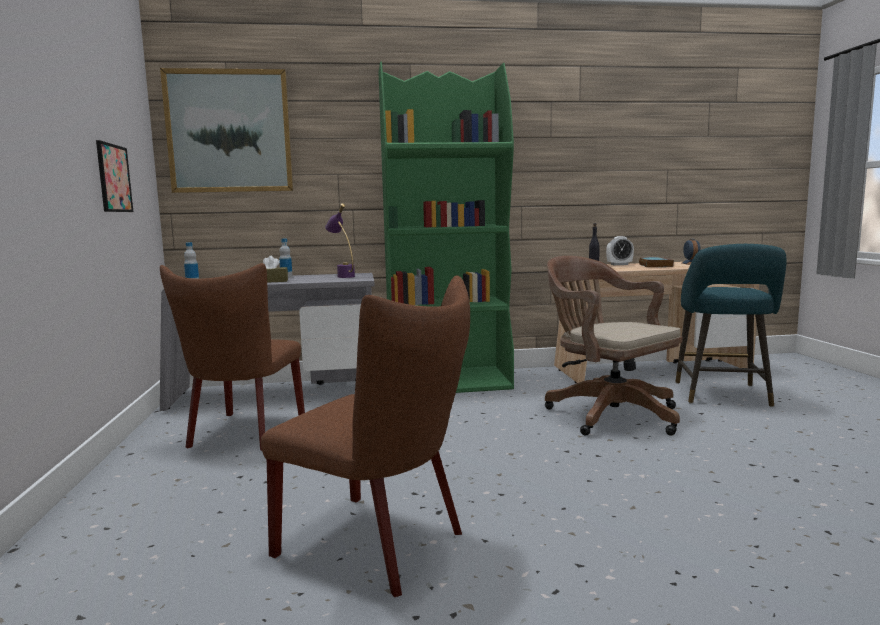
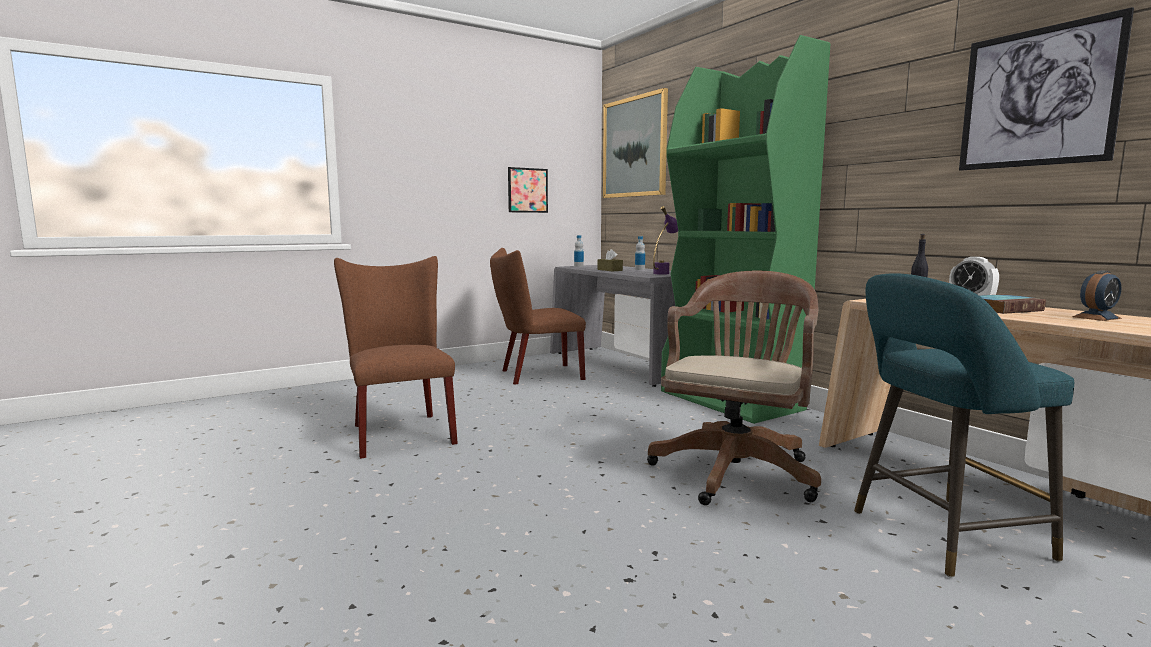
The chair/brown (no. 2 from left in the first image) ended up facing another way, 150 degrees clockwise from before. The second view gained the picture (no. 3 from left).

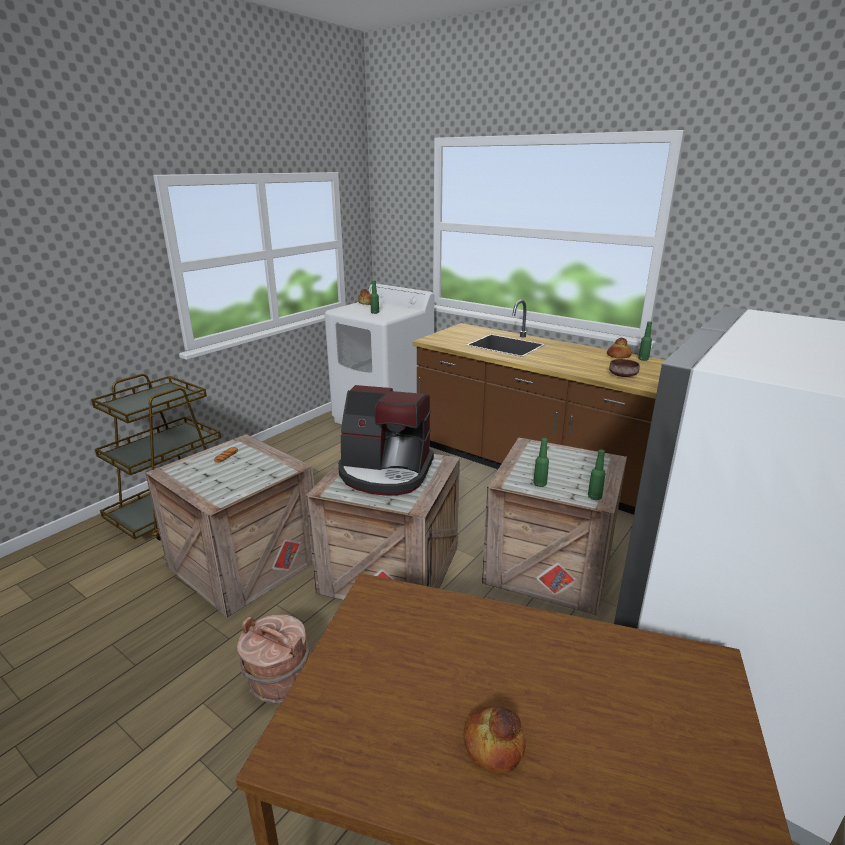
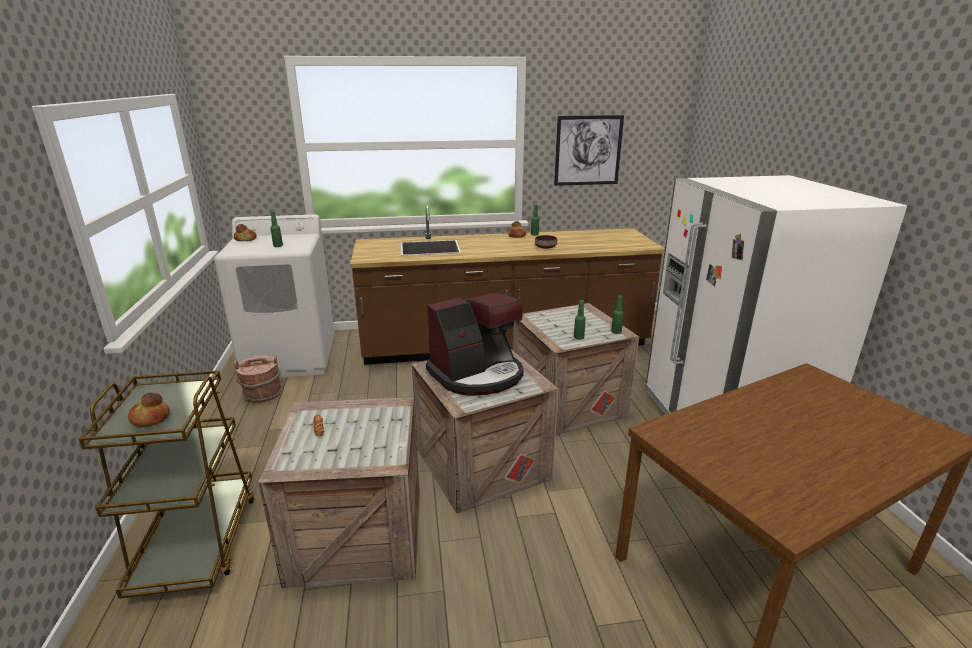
The bread (no. 3 from left in the first image) ended up elsewhere. The bucket/brown ended up elsewhere. The second view gained the picture.

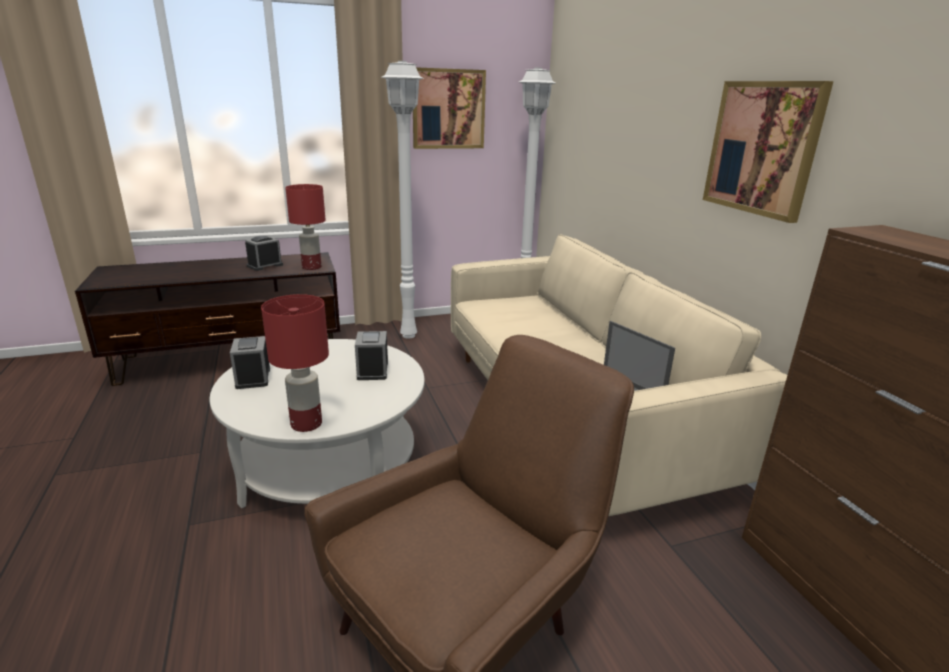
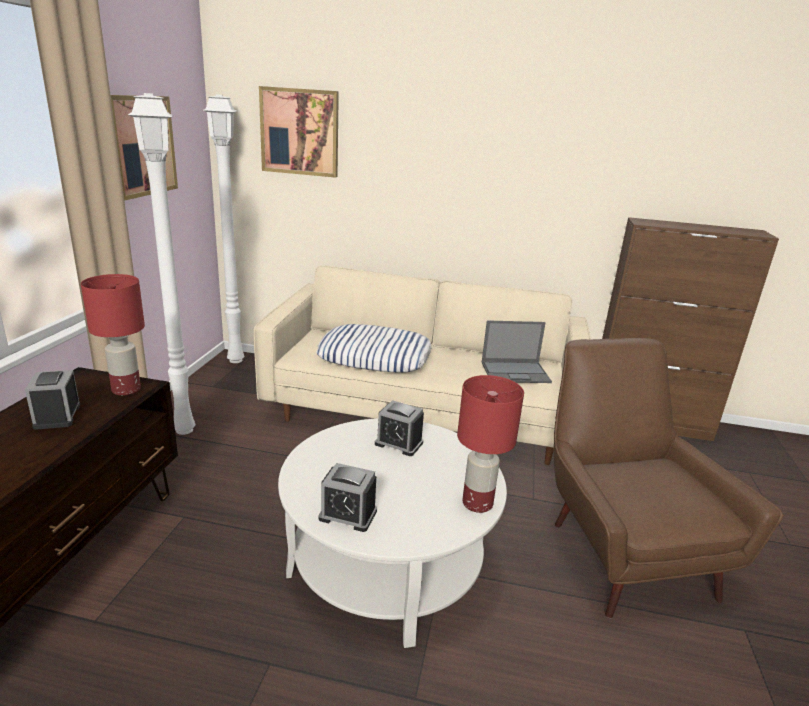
The picture (no. 2 from left) ended up elsewhere. The second view gained the pillow.

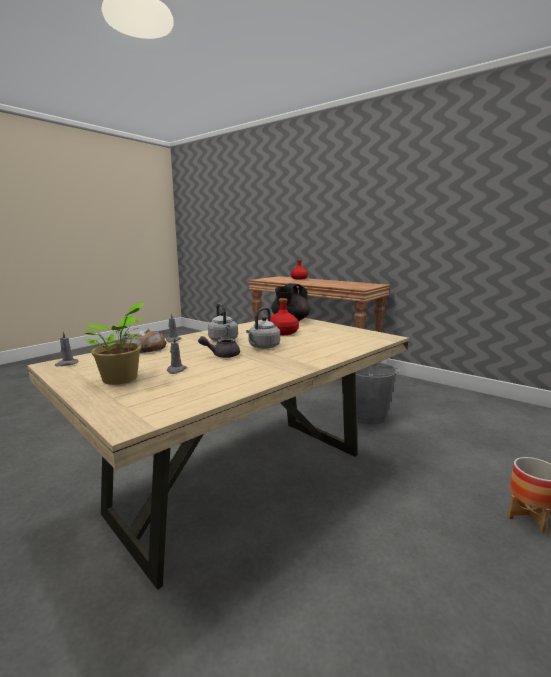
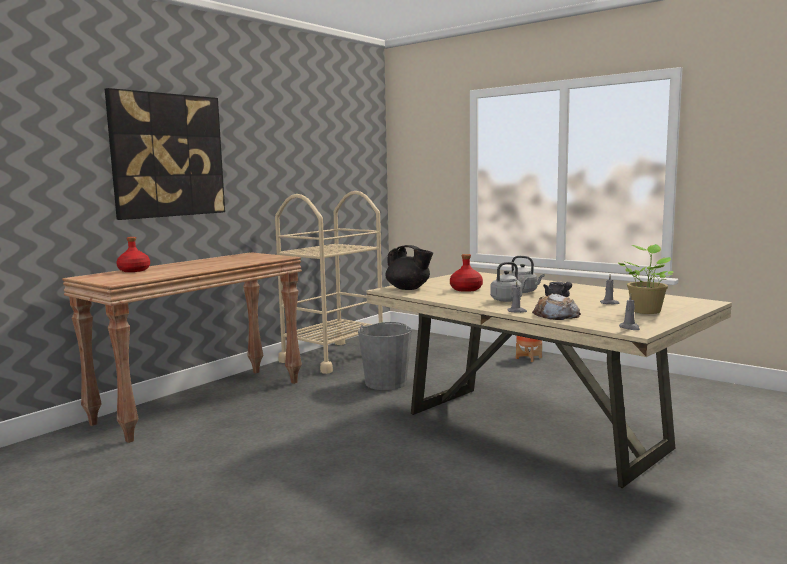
The second view gained the picture. The second view gained the cart/beige.

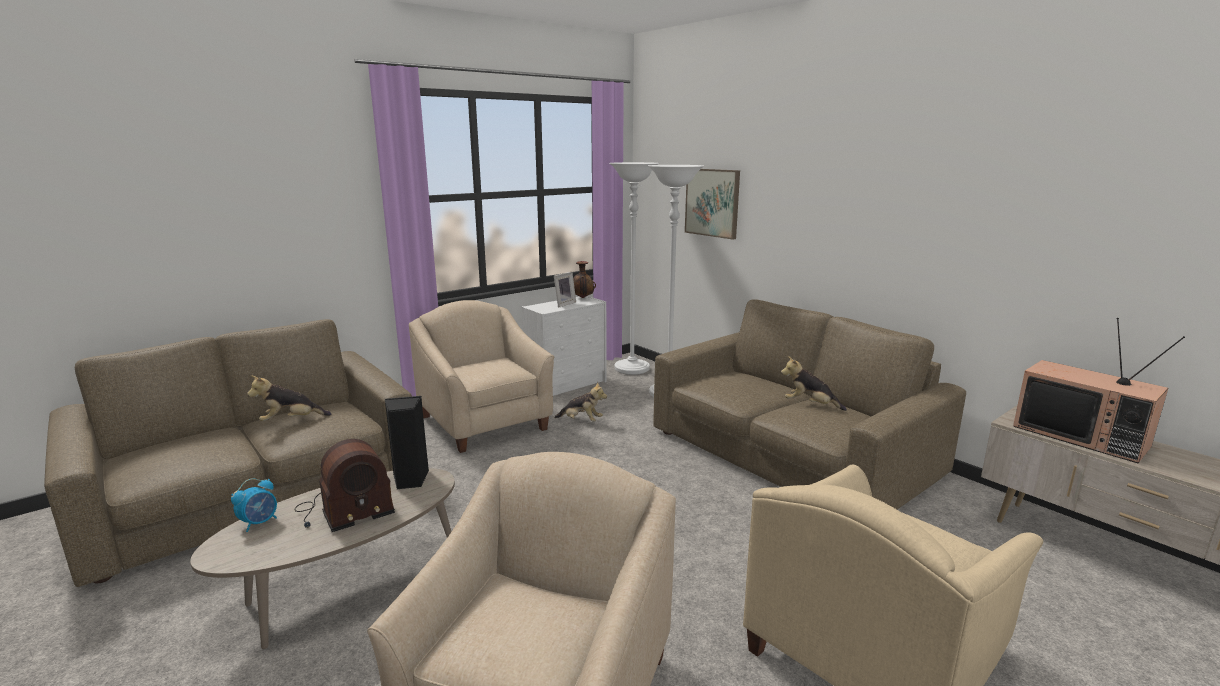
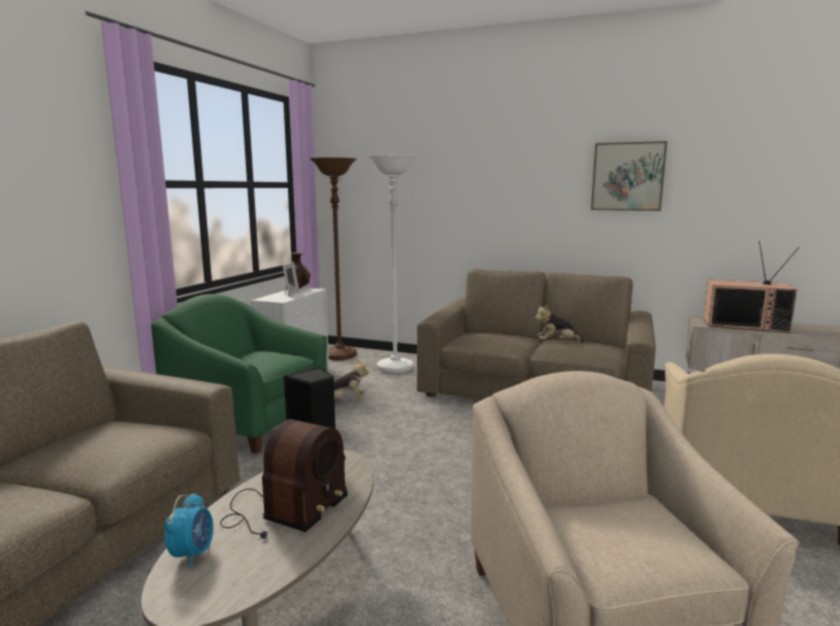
What was the armchair/beige (no. 1 from left) turned into the armchair/green. What was the floor lamp/white (no. 1 from left) turned into the floor lamp/brown. The picture ended up elsewhere. The second view lost the plush toy (no. 1 from left).

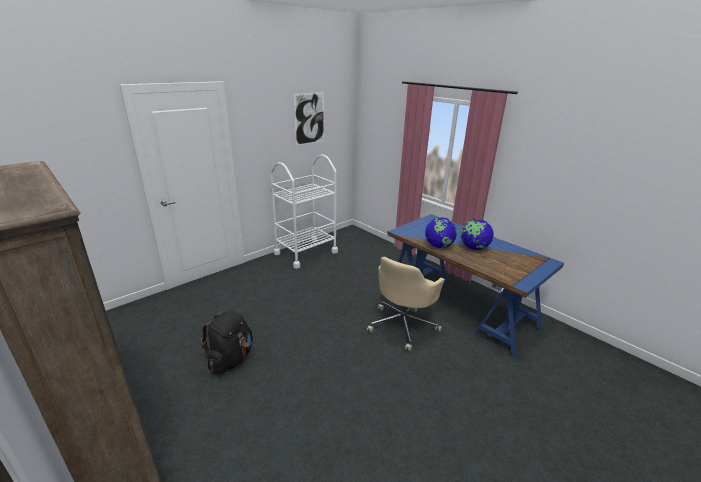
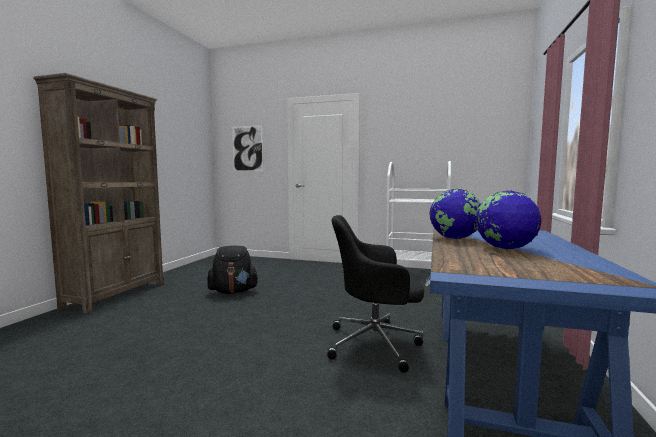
The picture ended up elsewhere. What was the office chair/beige turned into the office chair/black.

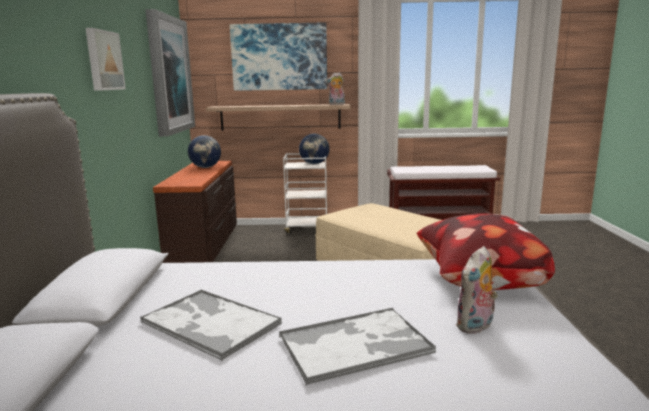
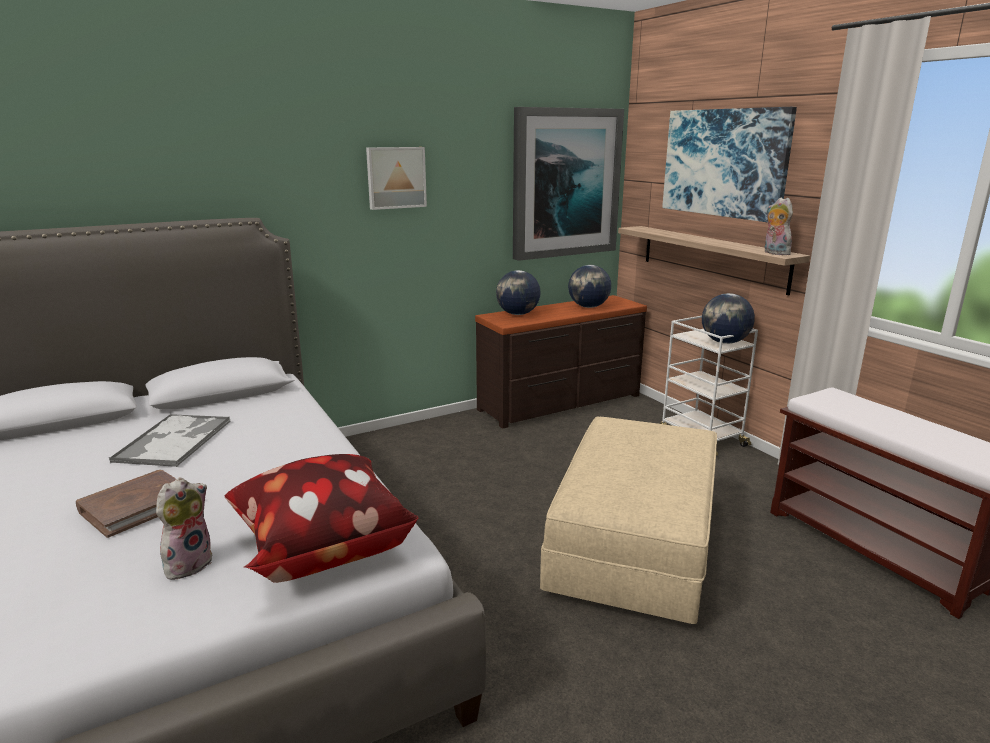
Where the tray (no. 2 from left) stood, the book/brown came to stand. The plush toy (no. 2 from left in the first image) ended up facing another way, 105 degrees clockwise from before. The second view gained the globe (no. 1 from left).

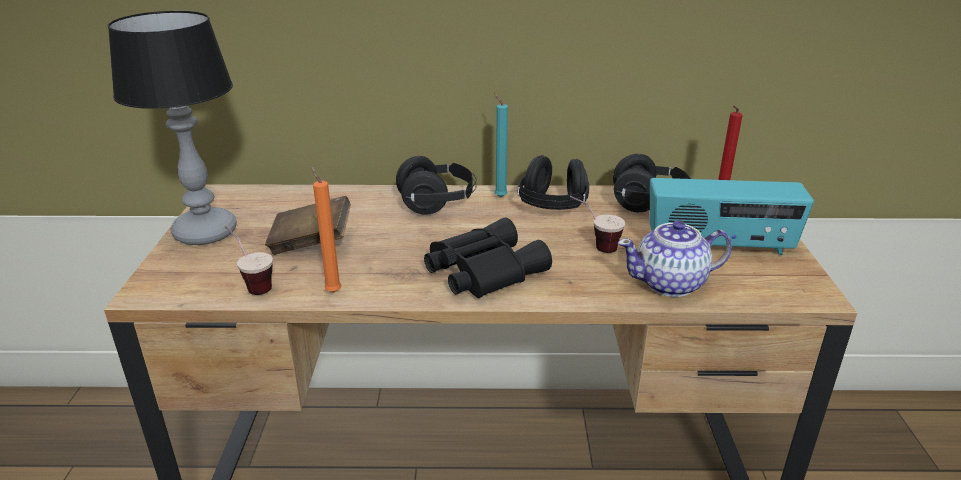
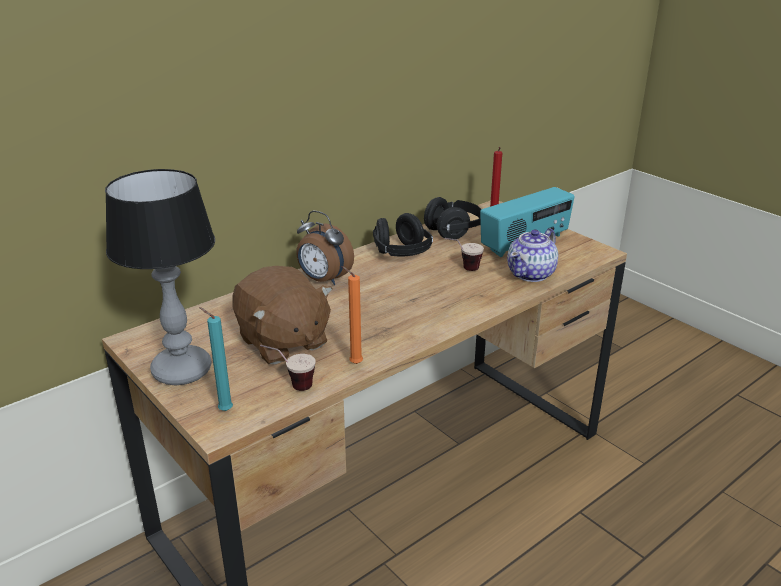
The candle/turquoise ended up elsewhere. Where the book/brown stood, the plush toy/brown came to stand. Where the headphones/black (no. 1 from left) stood, the alarm clock came to stand. The second view lost the binoculars/black.

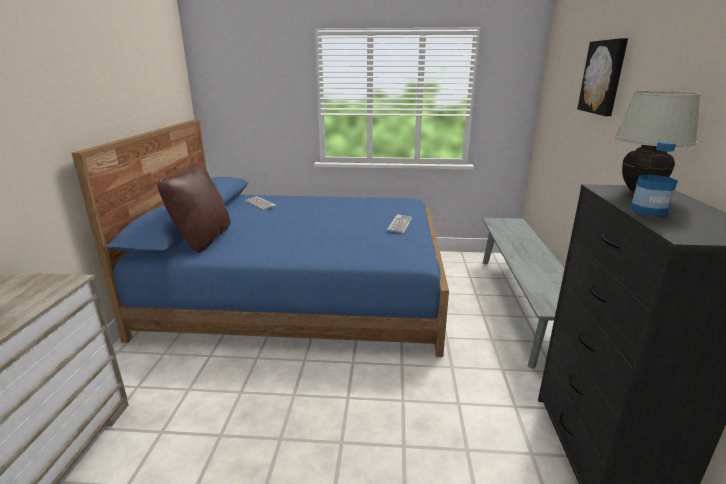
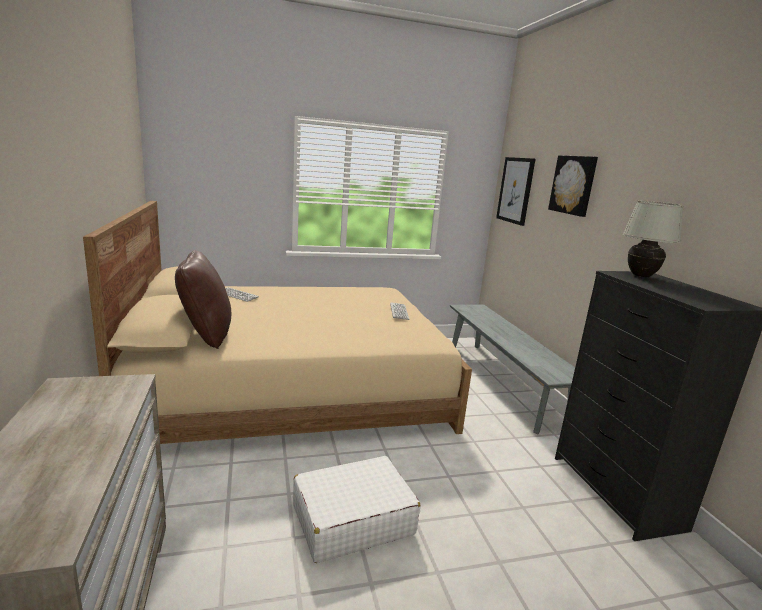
What was the bed/blue turned into the bed/beige. The second view gained the suitcase/white. The second view gained the picture (no. 1 from left). The second view lost the bottle.

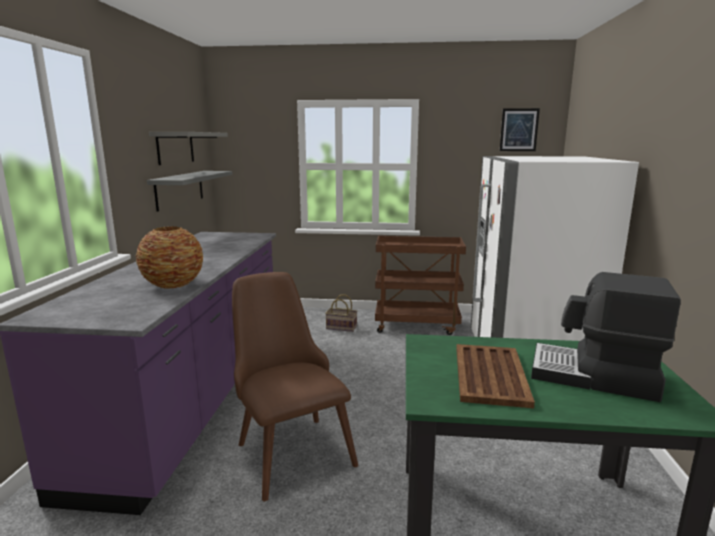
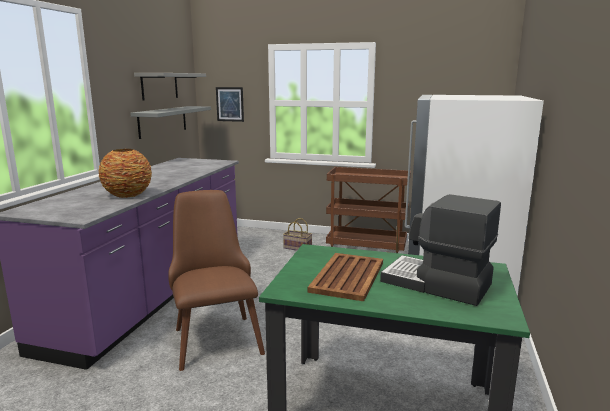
The picture ended up elsewhere.

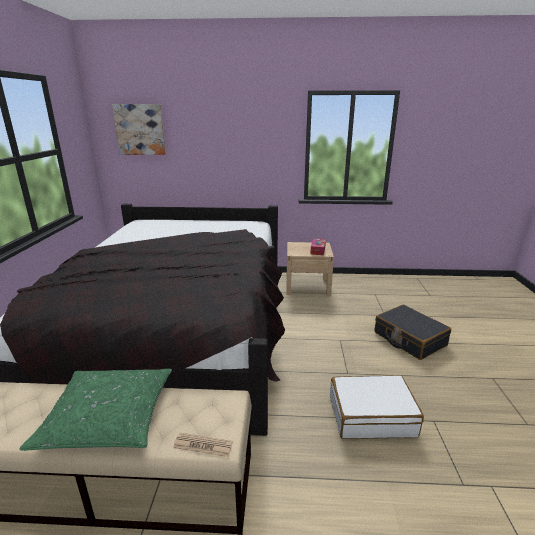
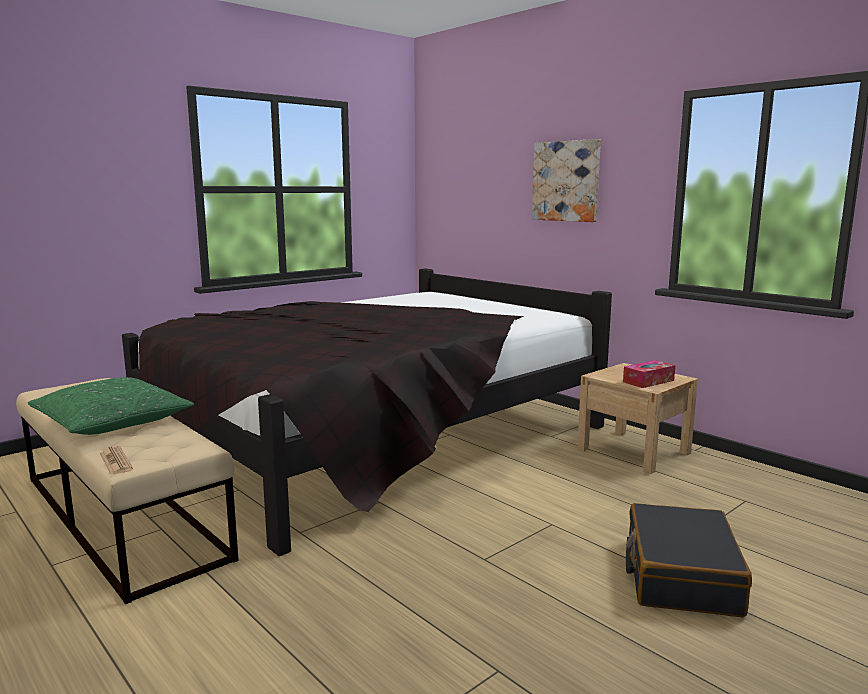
The picture ended up elsewhere. The second view lost the suitcase/white.

